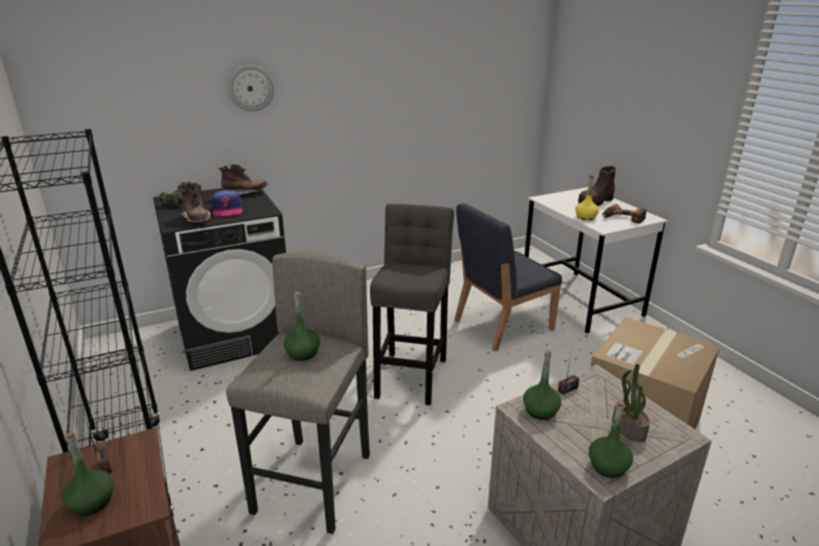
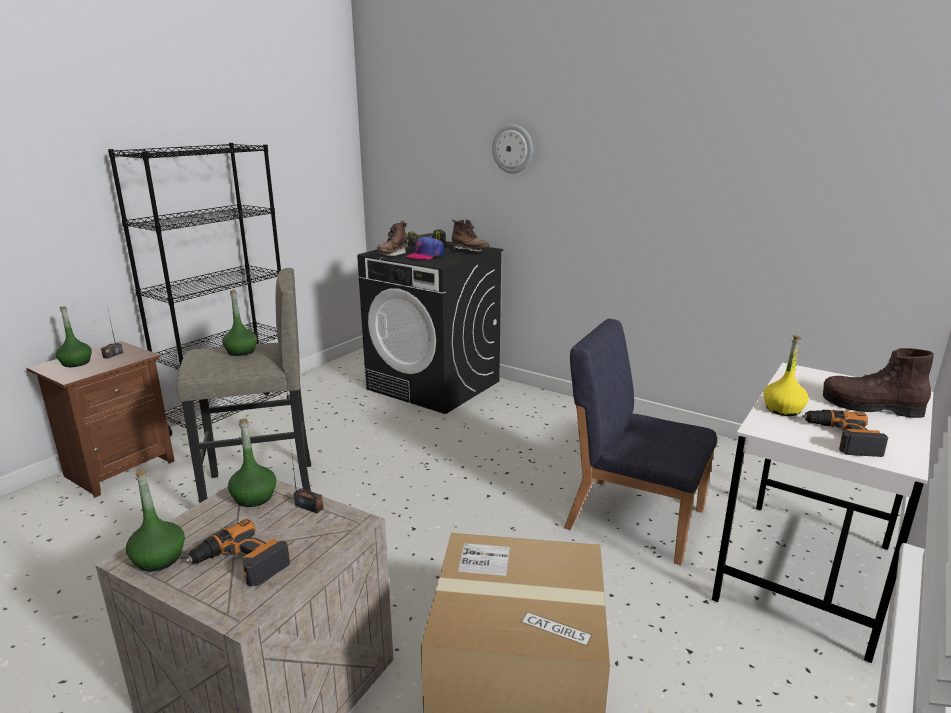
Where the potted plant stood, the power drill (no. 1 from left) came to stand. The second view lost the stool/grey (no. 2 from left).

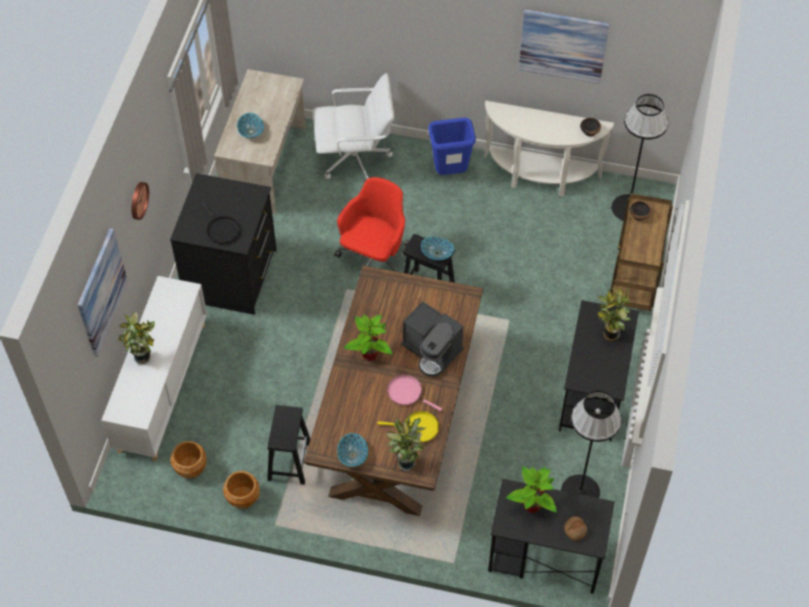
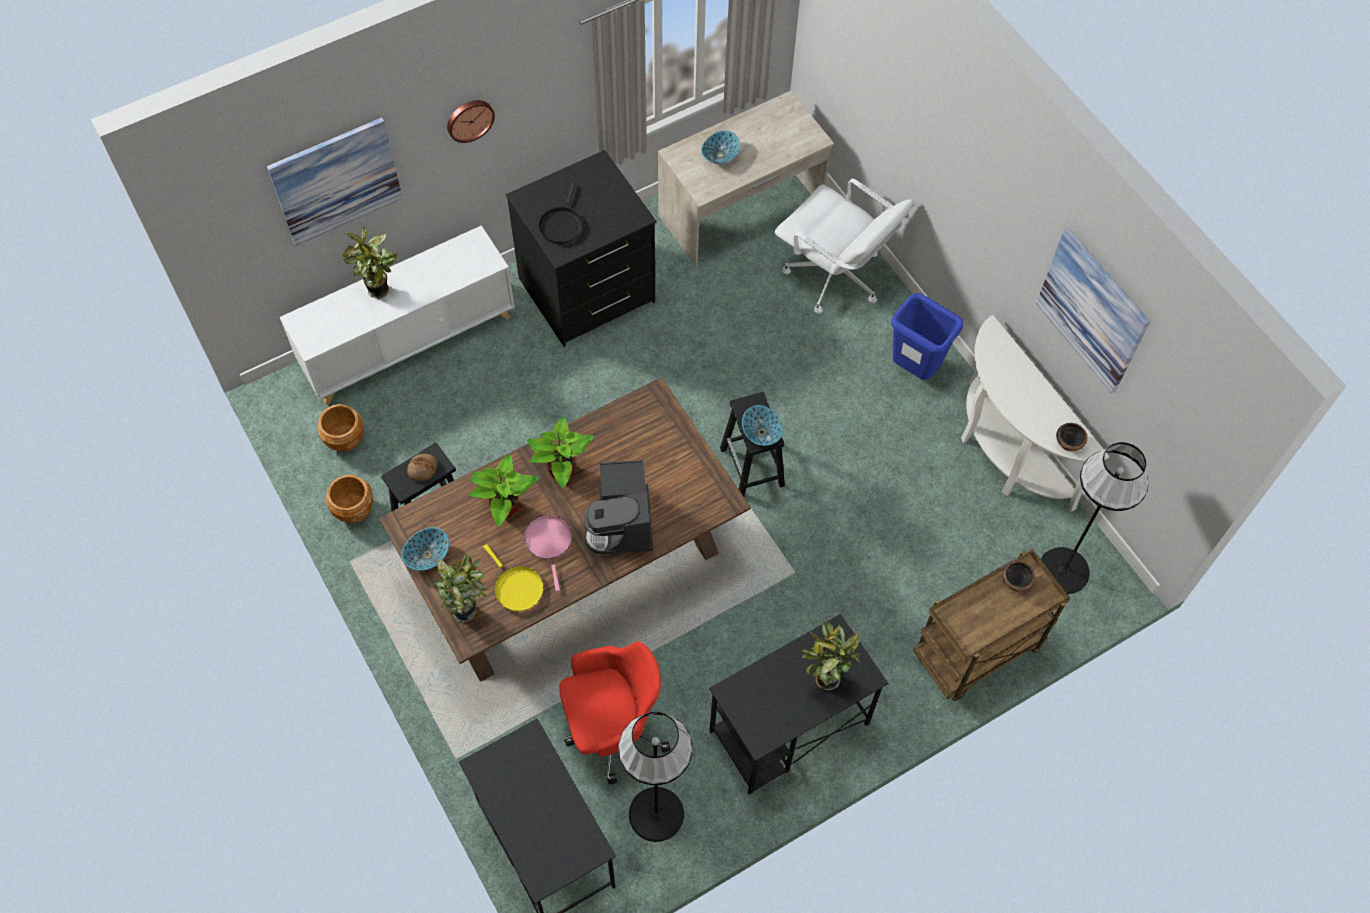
The bread ended up elsewhere. The potted plant (no. 4 from left in the first image) ended up elsewhere. The office chair/red ended up elsewhere.

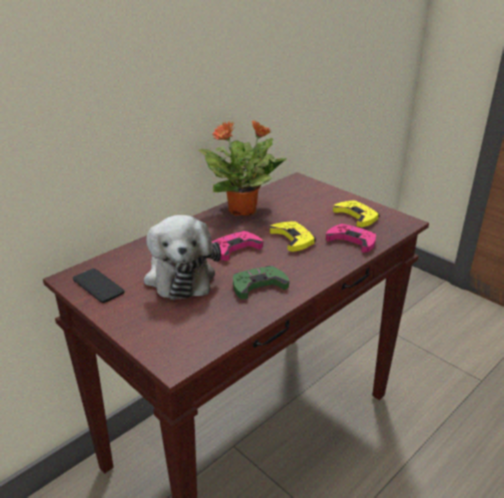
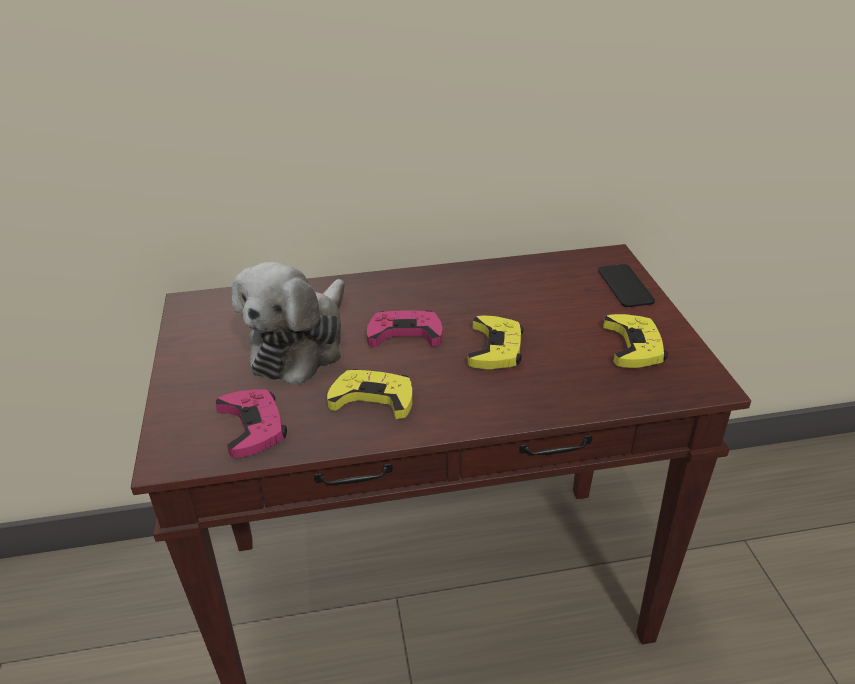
The game controller/pink (no. 2 from left in the first image) ended up elsewhere. What was the game controller/green turned into the game controller/yellow (no. 1 from left). The phone ended up elsewhere. The second view lost the potted plant.

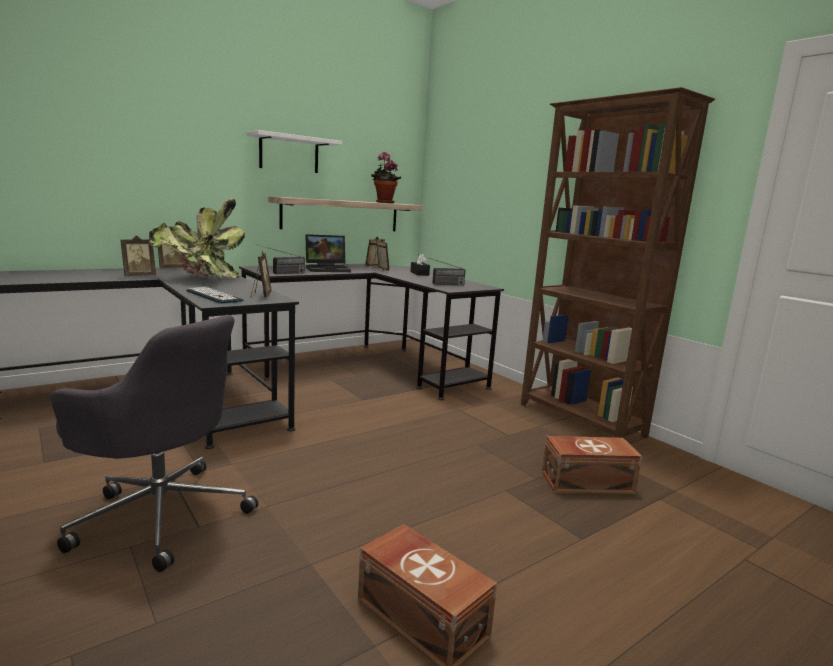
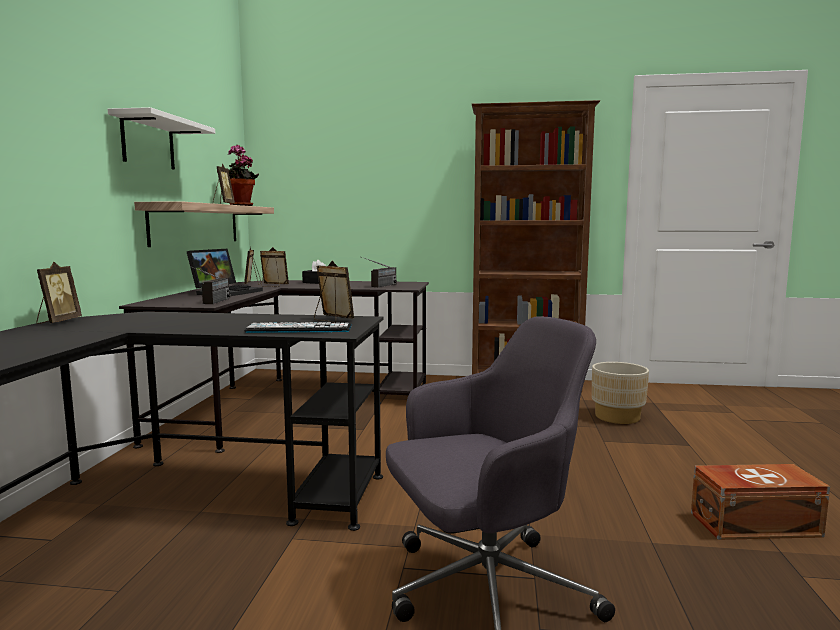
The picture frame (no. 1 from left in the first image) ended up elsewhere. Where the storage box/brown (no. 2 from left) stood, the planter/beige came to stand. The second view lost the potted plant (no. 1 from left).

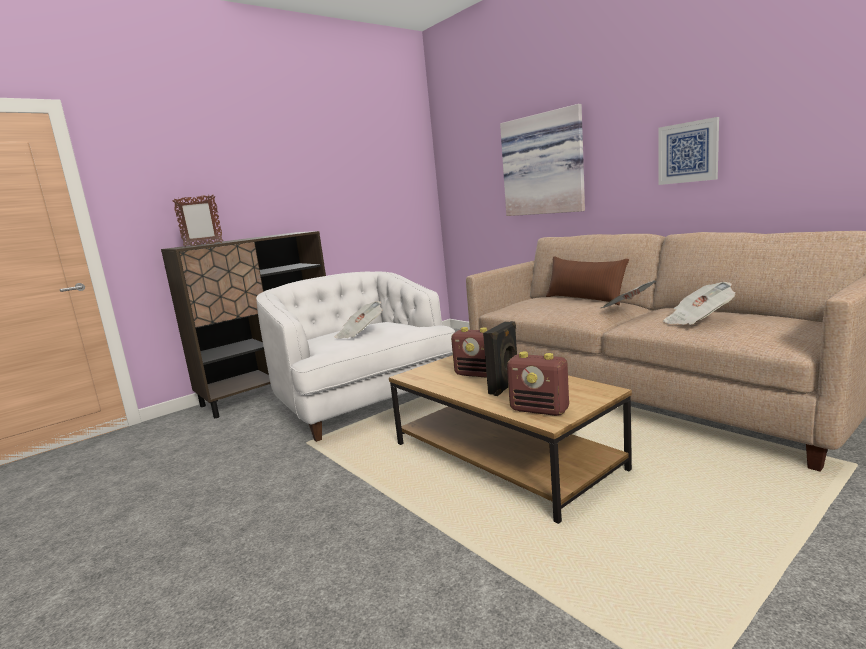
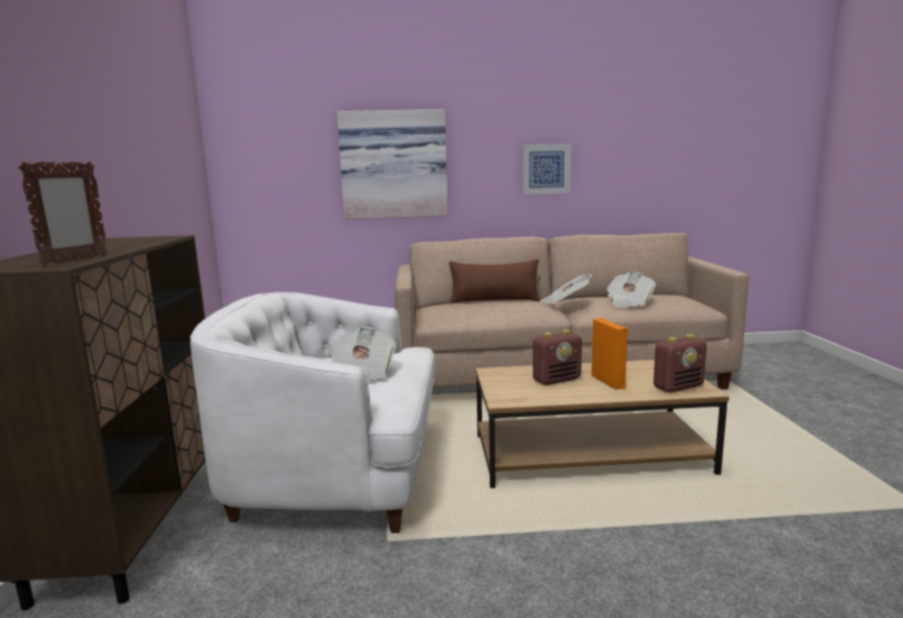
What was the speaker/black turned into the speaker/orange.

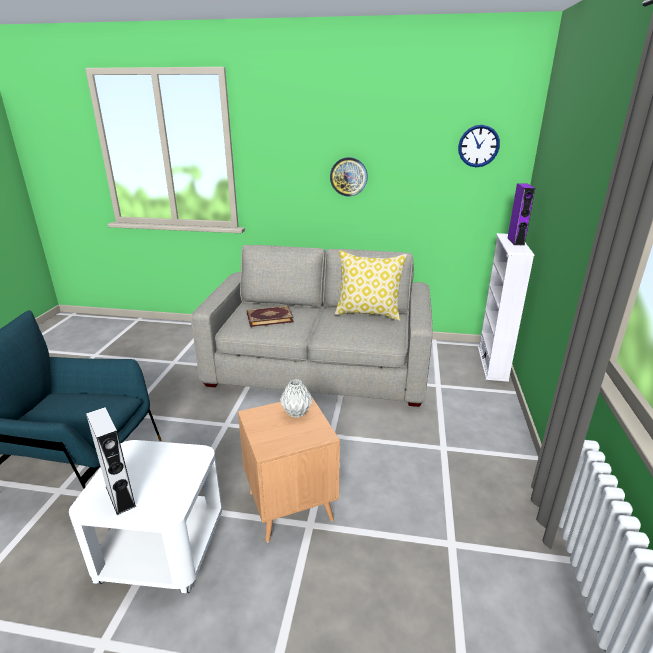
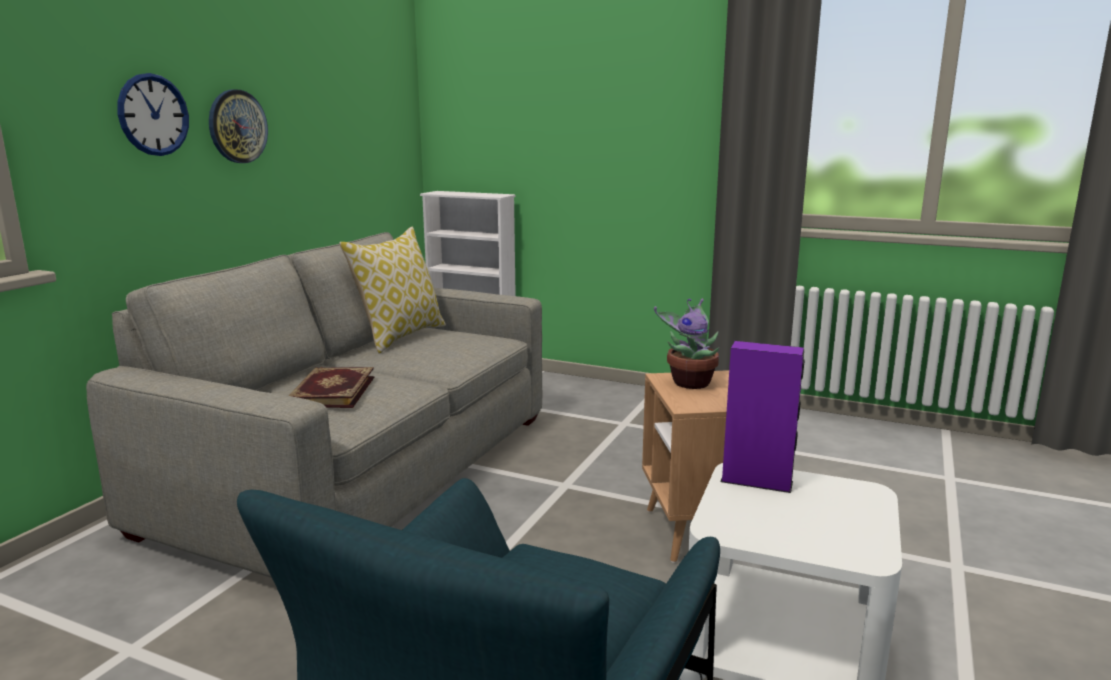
The wall clock (no. 2 from left in the first image) ended up elsewhere. Where the vase/grey stood, the potted plant came to stand. The speaker/purple ended up elsewhere. The second view lost the speaker/grey.

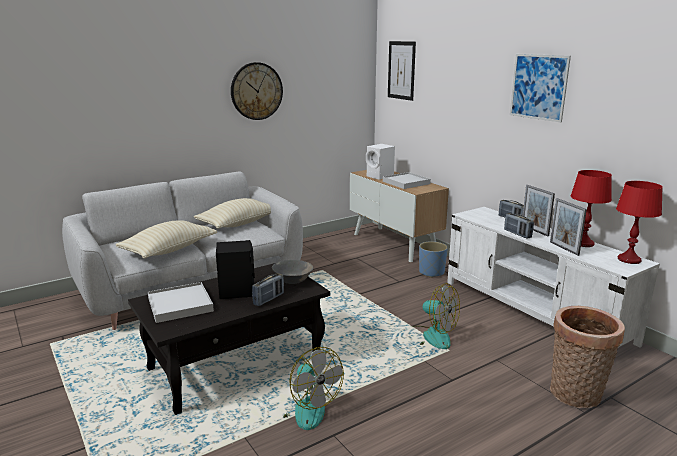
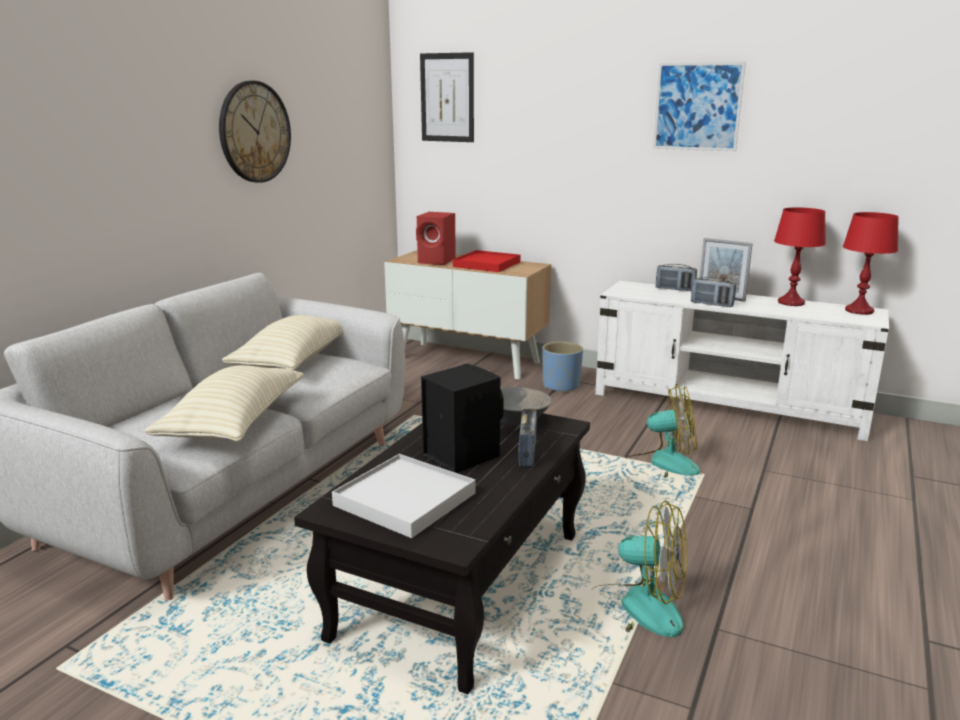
What was the speaker/white turned into the speaker/red. What was the tray/white (no. 2 from left) turned into the tray/red. The second view lost the picture frame (no. 2 from left). The second view lost the basket.

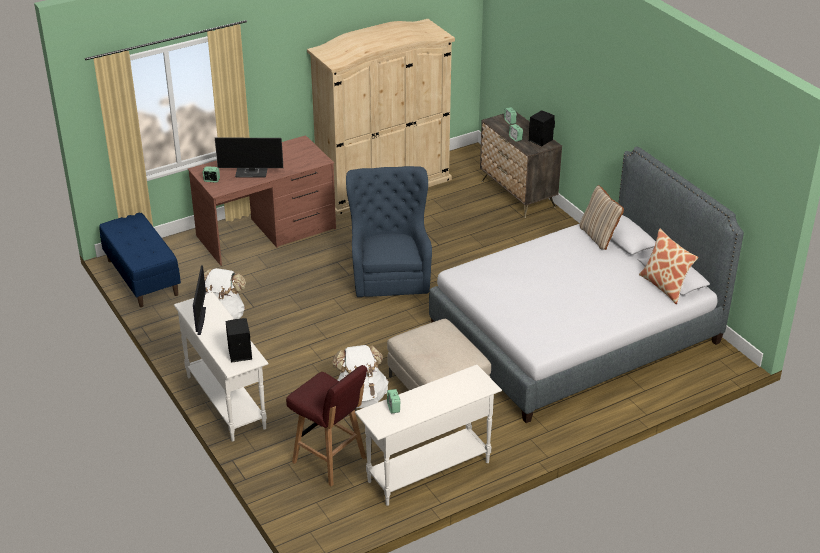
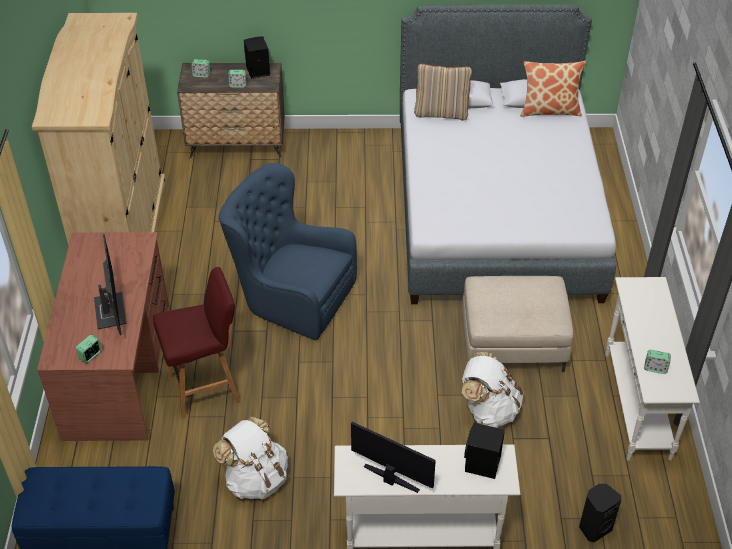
The monitor (no. 2 from left in the first image) ended up facing another way, 45 degrees counterclockwise from before. The stool/red ended up elsewhere. The second view gained the speaker/black (no. 3 from left).

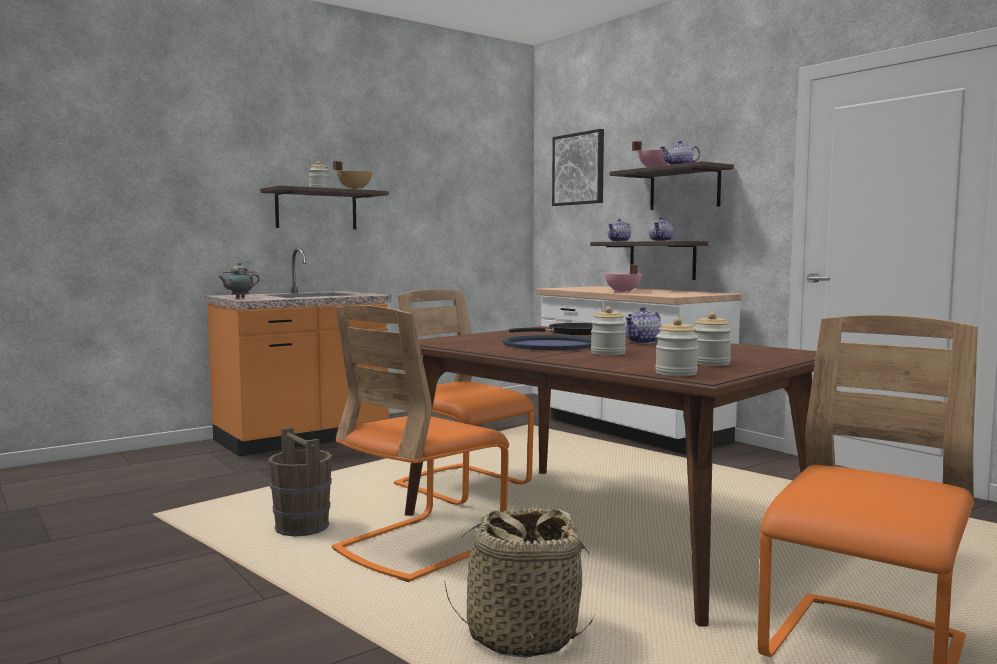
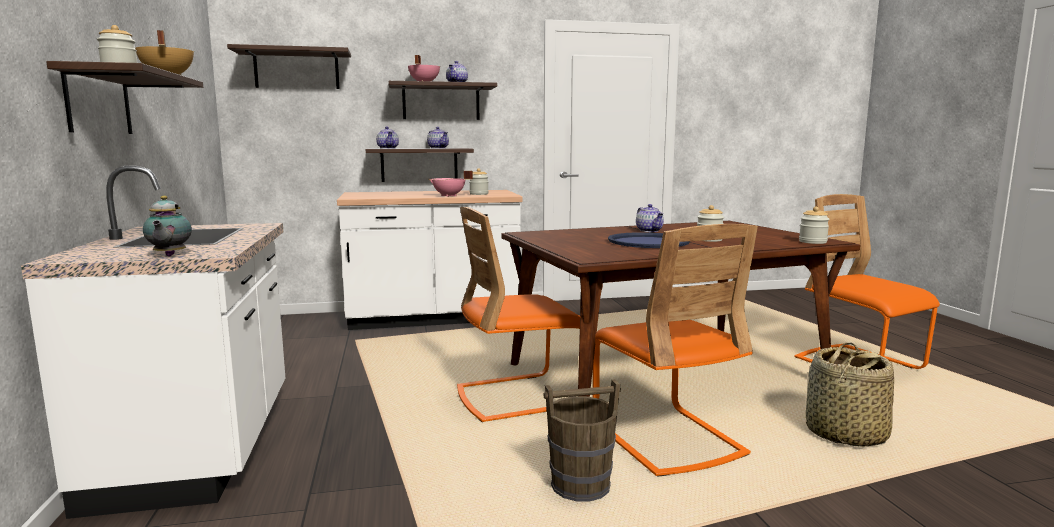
What was the counter/orange turned into the counter/white (no. 1 from left). Where the picture hung, the shelf (no. 2 from left) came to hang. The jar (no. 4 from left in the first image) ended up elsewhere. The second view lost the frying pan/black.

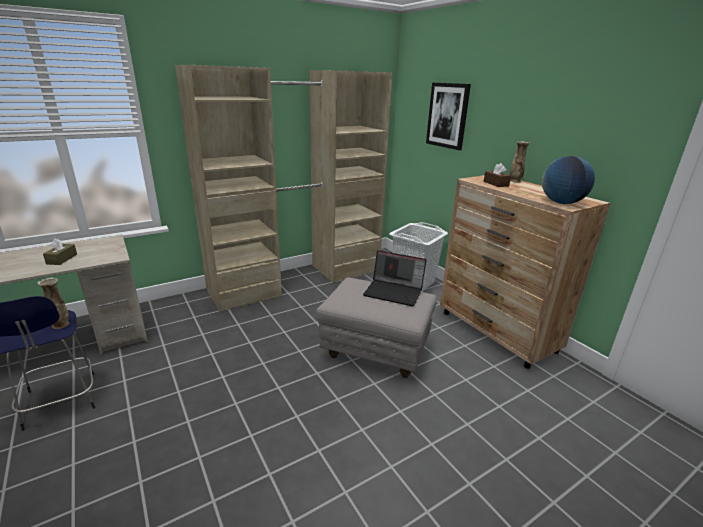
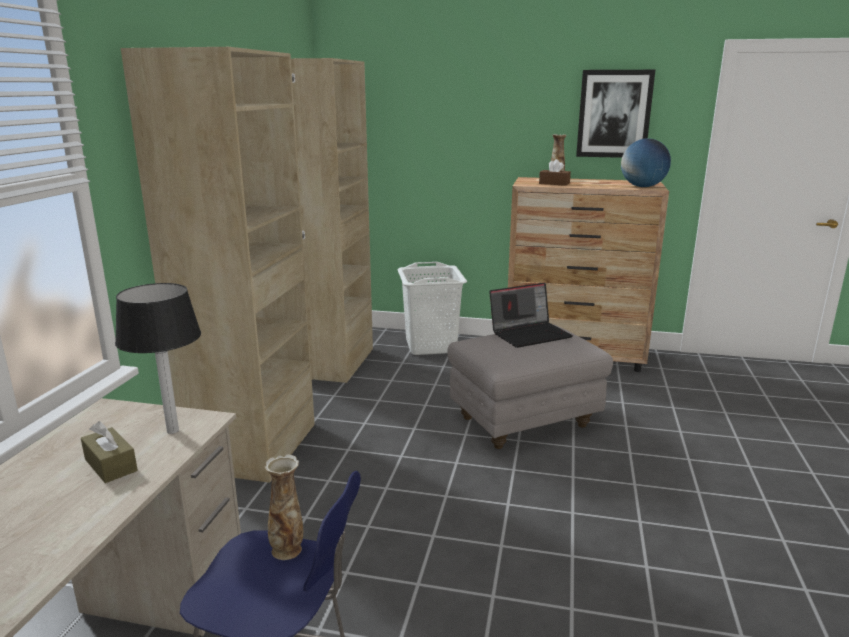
The second view gained the table lamp. The picture ended up elsewhere.

